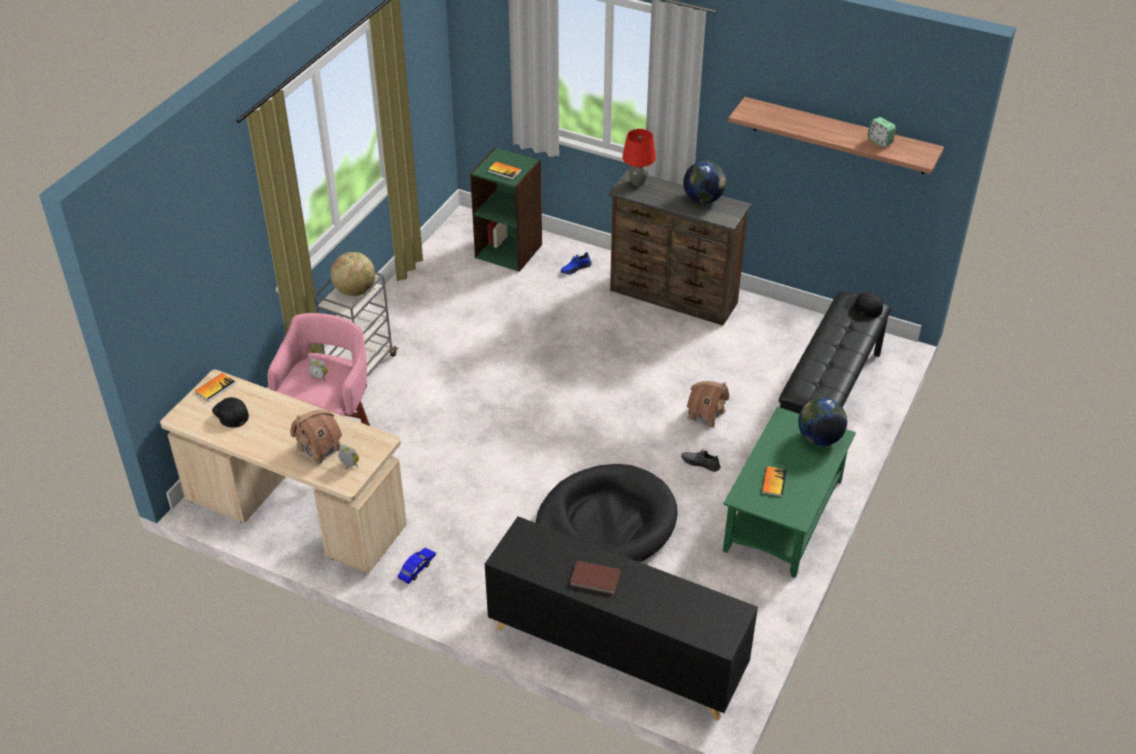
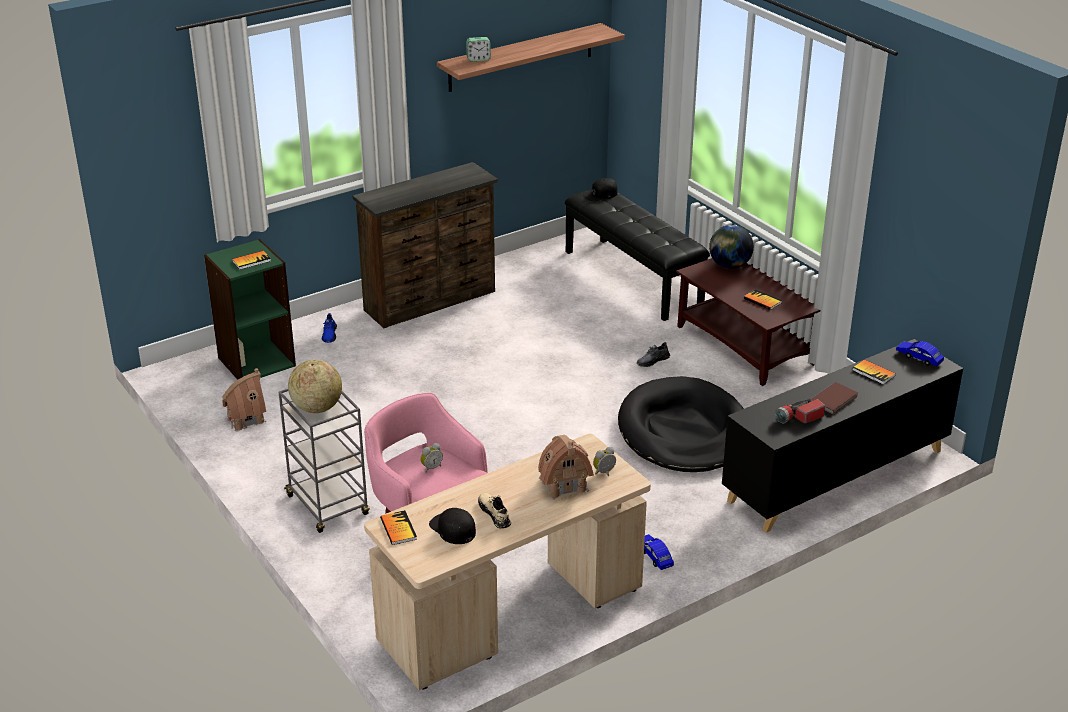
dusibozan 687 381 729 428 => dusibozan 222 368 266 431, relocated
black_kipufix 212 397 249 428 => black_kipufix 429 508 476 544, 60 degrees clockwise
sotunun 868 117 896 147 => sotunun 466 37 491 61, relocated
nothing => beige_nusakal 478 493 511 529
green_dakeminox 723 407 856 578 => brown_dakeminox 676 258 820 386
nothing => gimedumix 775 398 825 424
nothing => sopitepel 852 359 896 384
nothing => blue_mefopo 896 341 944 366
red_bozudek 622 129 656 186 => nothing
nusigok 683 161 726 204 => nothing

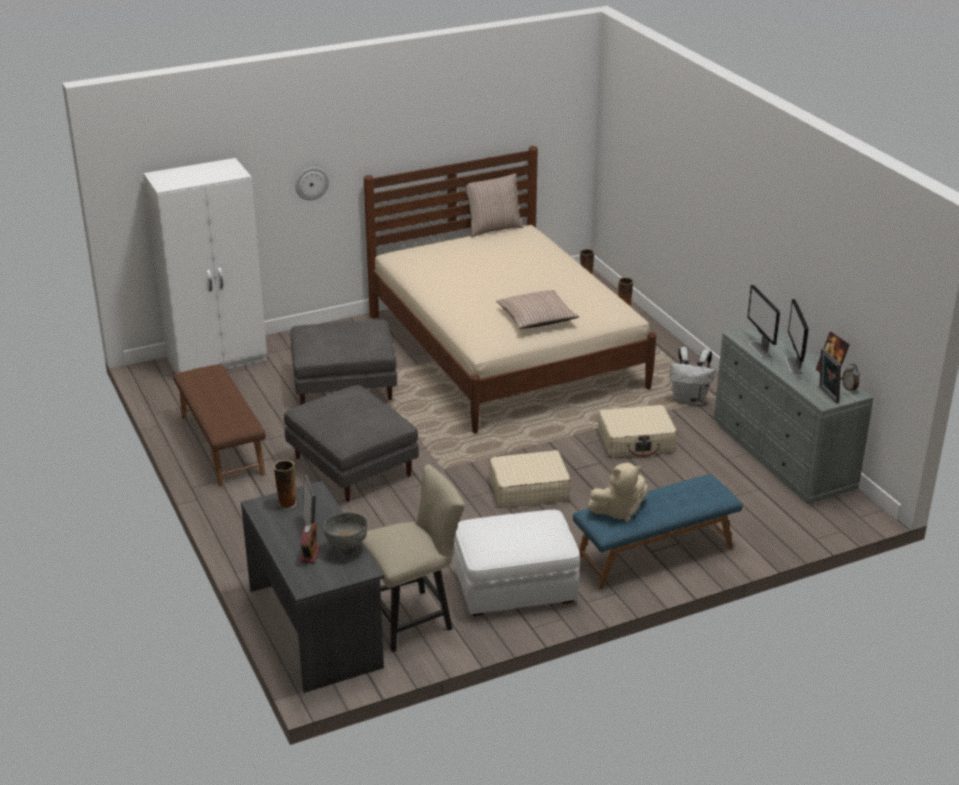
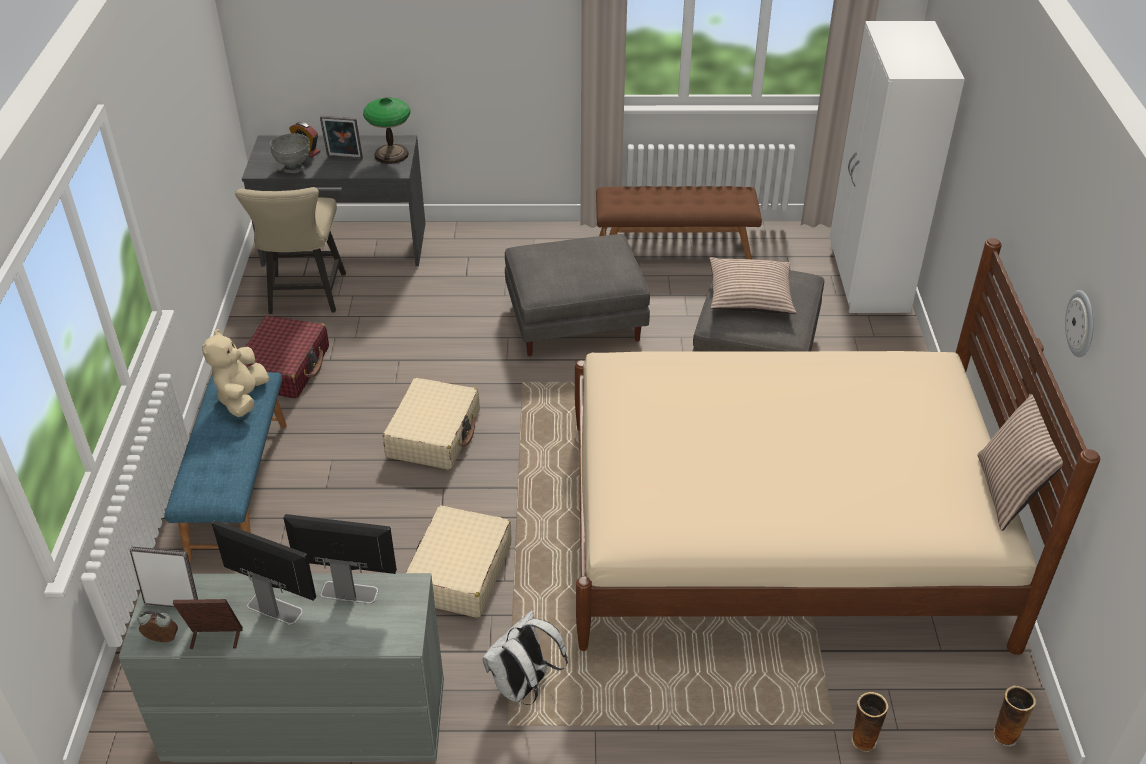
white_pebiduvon 454 510 580 616 => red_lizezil 244 316 329 399
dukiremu 273 460 296 509 => bozudek 363 98 410 164
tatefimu 496 290 579 329 => tatefimu 709 257 796 314, relocated
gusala 295 167 329 200 => gusala 1065 290 1094 357, relocated

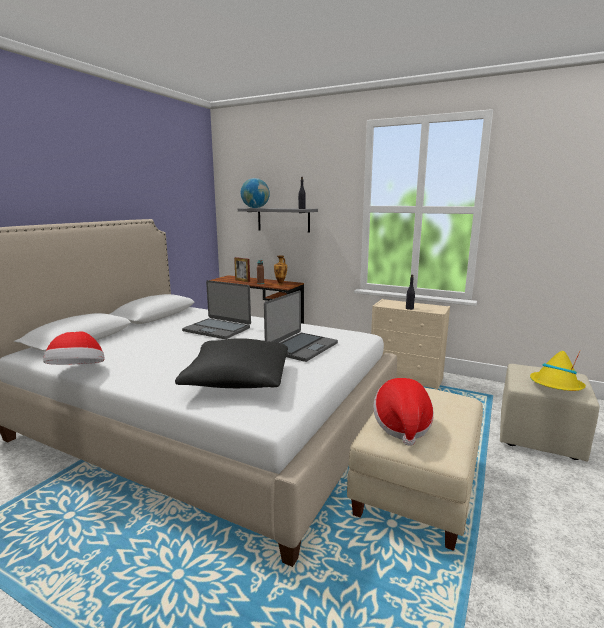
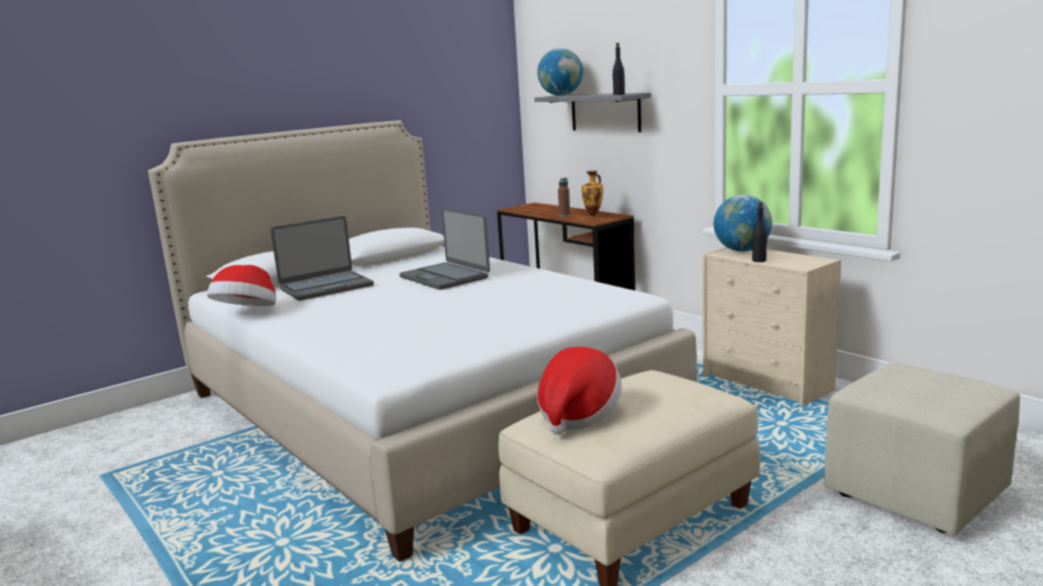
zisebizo 264 290 338 362 => zisebizo 271 216 374 301, relocated
nothing => nusigok 714 195 772 252
black_tatefimu 175 338 288 388 => nothing
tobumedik 234 257 250 282 => nothing
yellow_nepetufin 530 351 586 391 => nothing

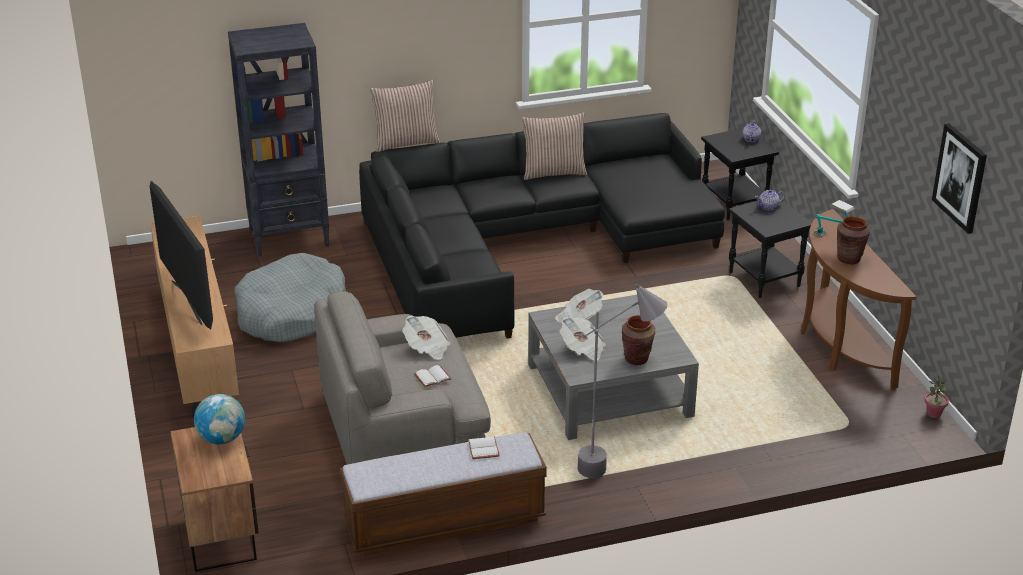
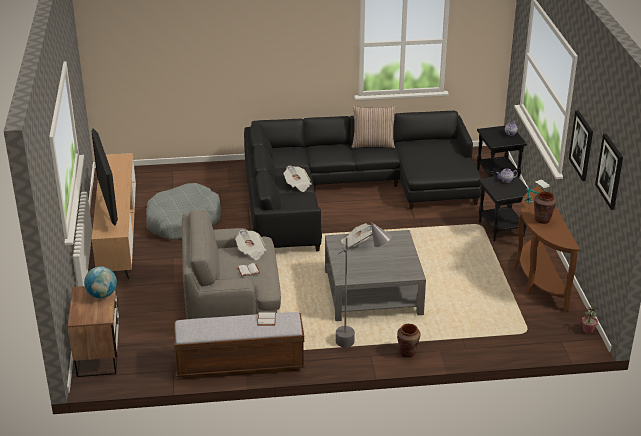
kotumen 560 317 606 361 => kotumen 284 166 312 192, relocated
brown_dukiremu 622 315 655 365 => brown_dukiremu 397 324 420 358, relocated
nothing => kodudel 569 110 593 181
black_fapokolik 228 23 330 257 => nothing
tatefimu 370 80 440 152 => nothing

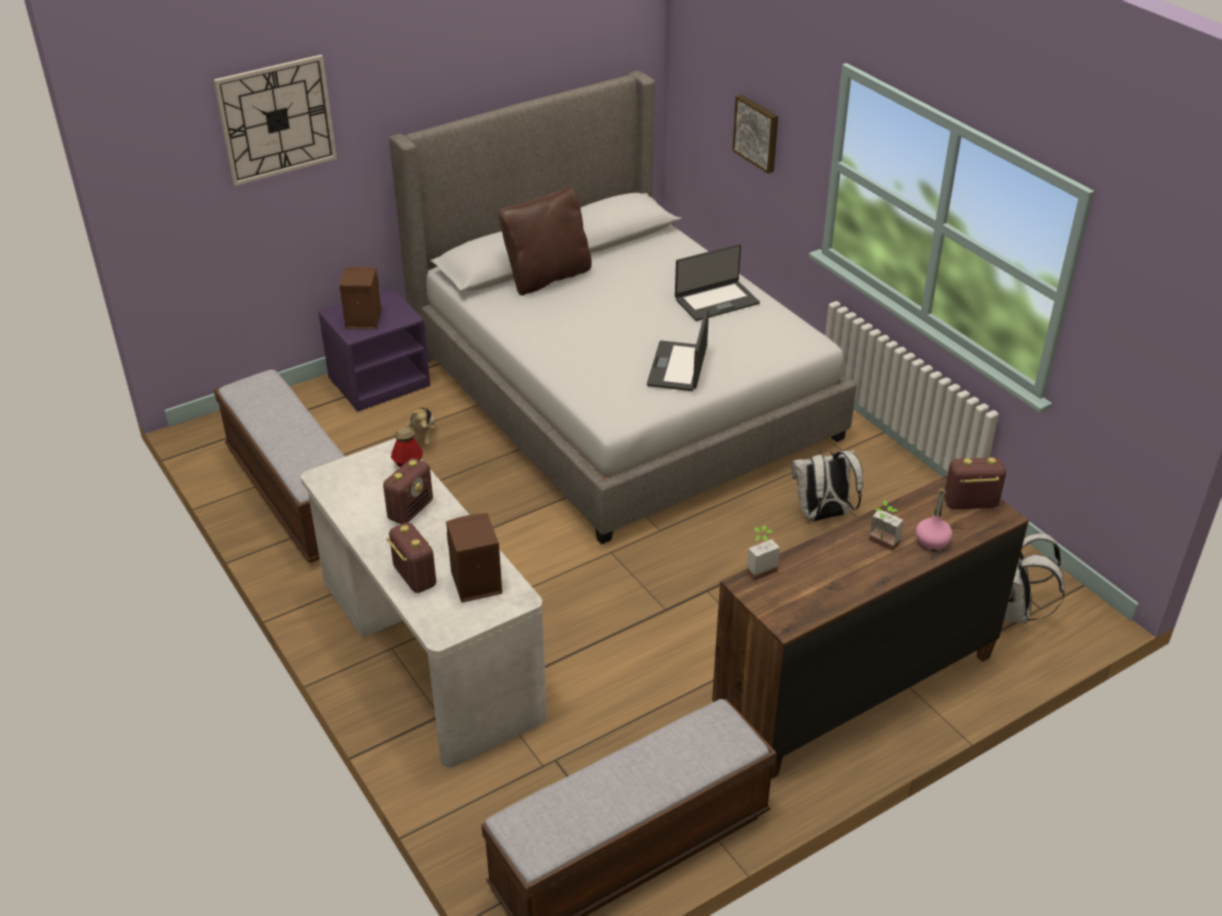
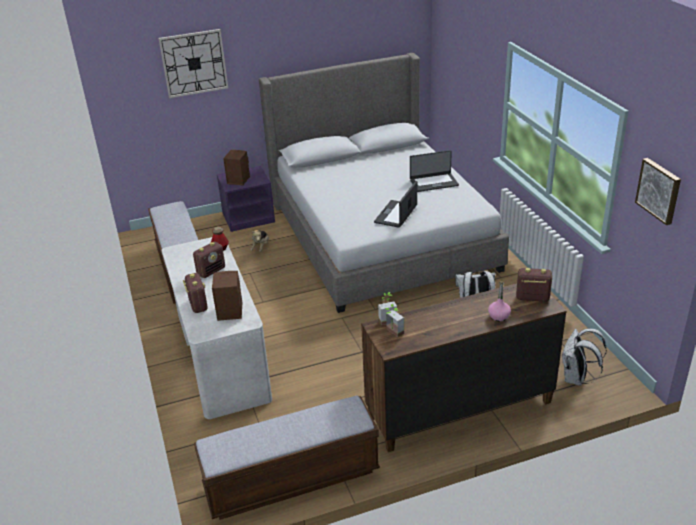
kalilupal 869 500 903 551 => kalilupal 385 304 404 337, relocated
kodudel 732 95 778 173 => kodudel 635 158 681 225, relocated
brown_tatefimu 498 187 592 296 => nothing

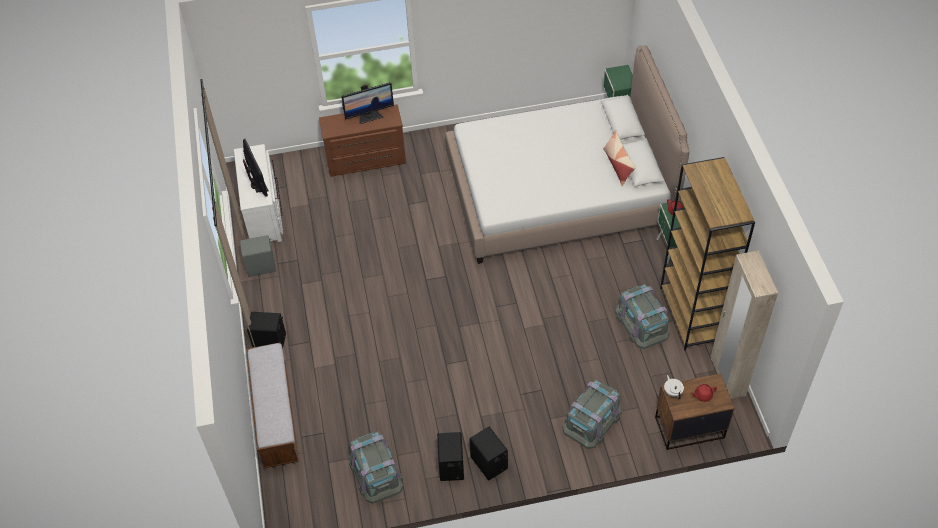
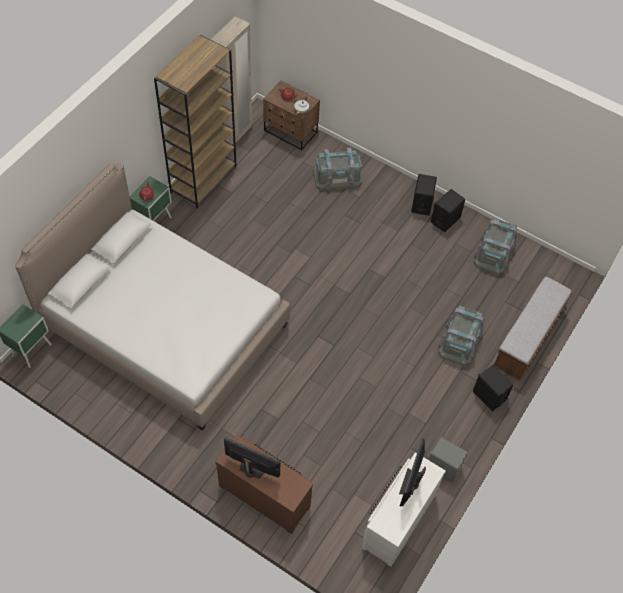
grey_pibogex 615 284 670 349 => grey_pibogex 438 305 484 366, relocated
tatefimu 603 130 636 186 => nothing

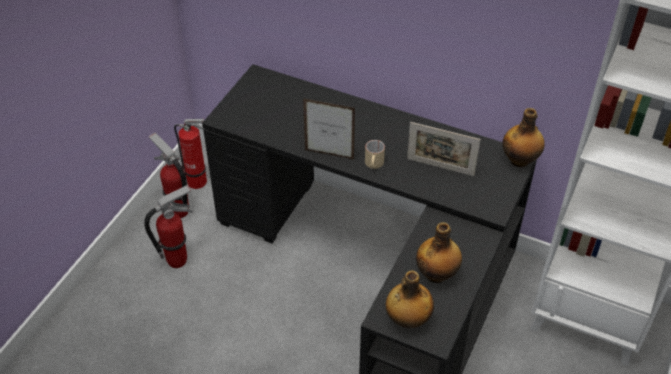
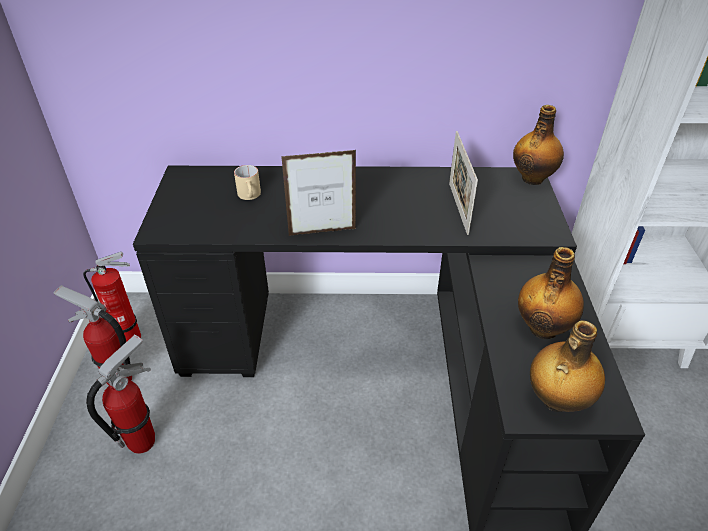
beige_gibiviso 365 140 385 169 => beige_gibiviso 234 165 261 200, relocated
tobumedik 407 122 481 176 => tobumedik 449 131 478 235, 90 degrees clockwise

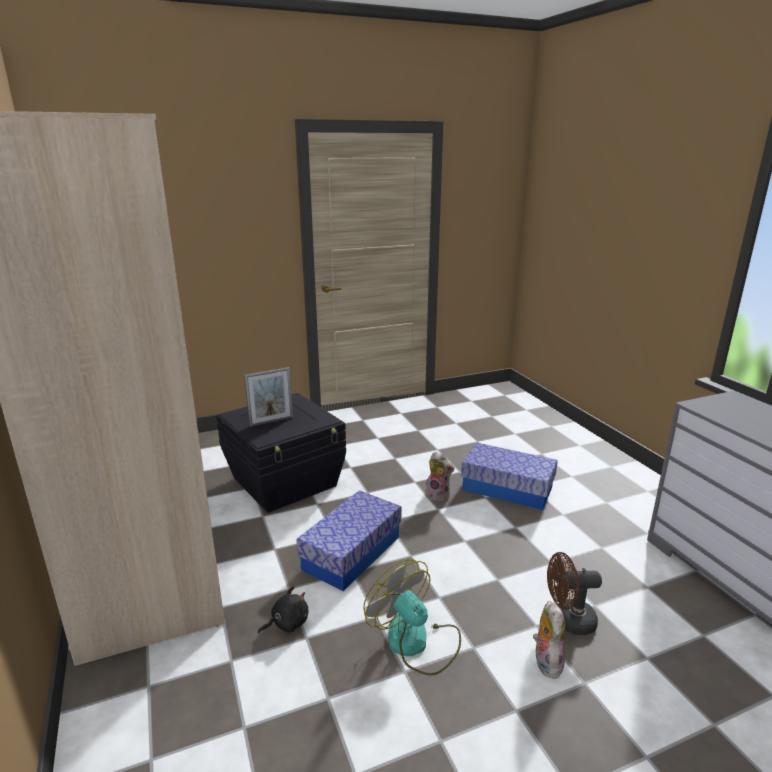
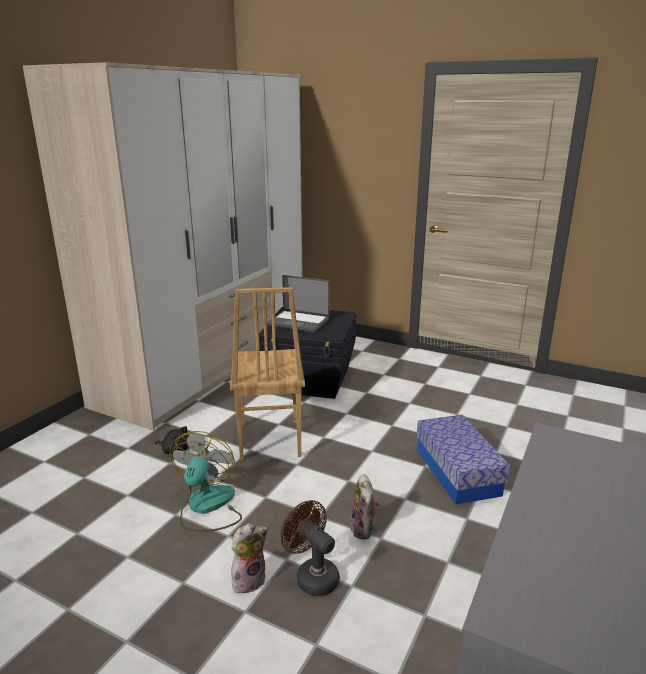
pibogex 296 490 401 591 => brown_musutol 230 287 305 461
tobumedik 244 367 293 427 => zisebizo 267 275 330 333
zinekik 425 452 455 502 => zinekik 350 474 380 540, relocated

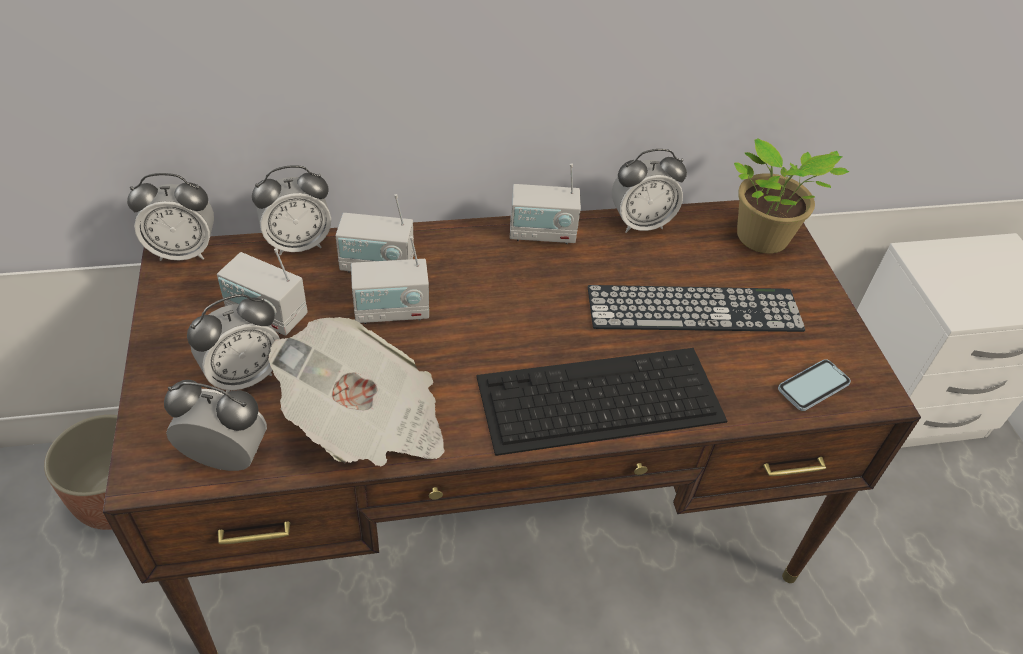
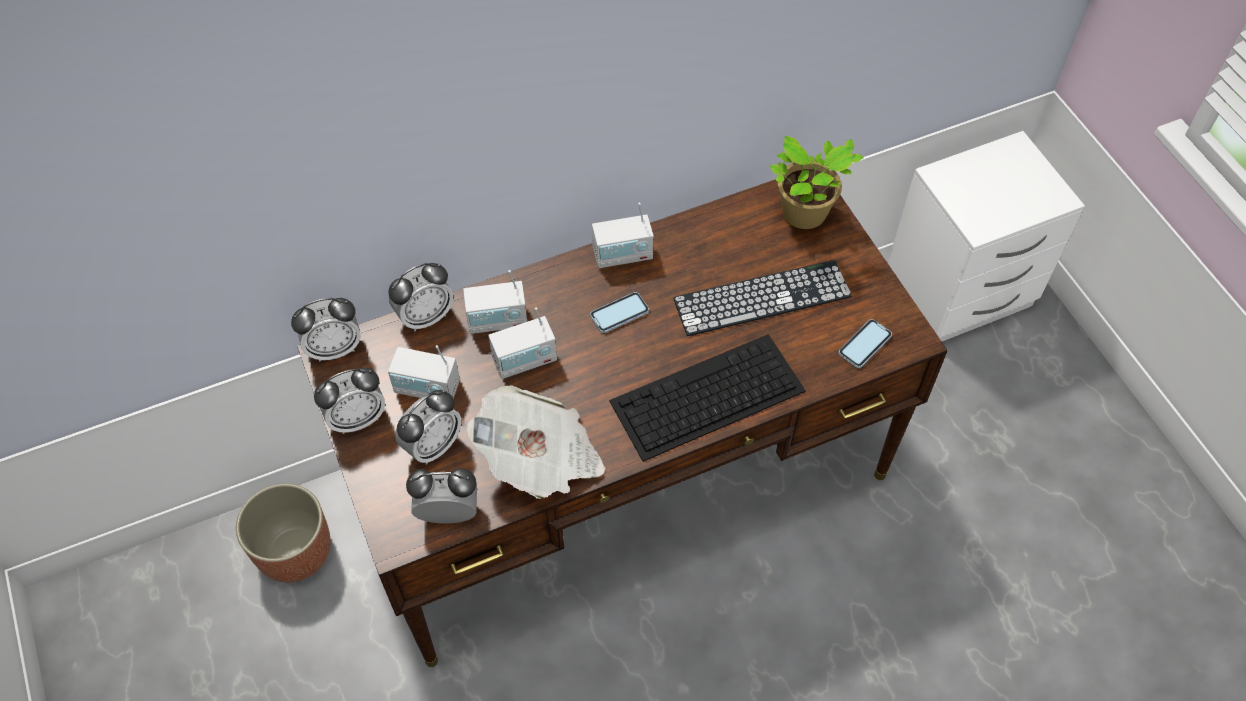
sotunun 612 149 687 233 => sotunun 314 367 385 434, relocated
nothing => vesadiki 590 292 649 333

